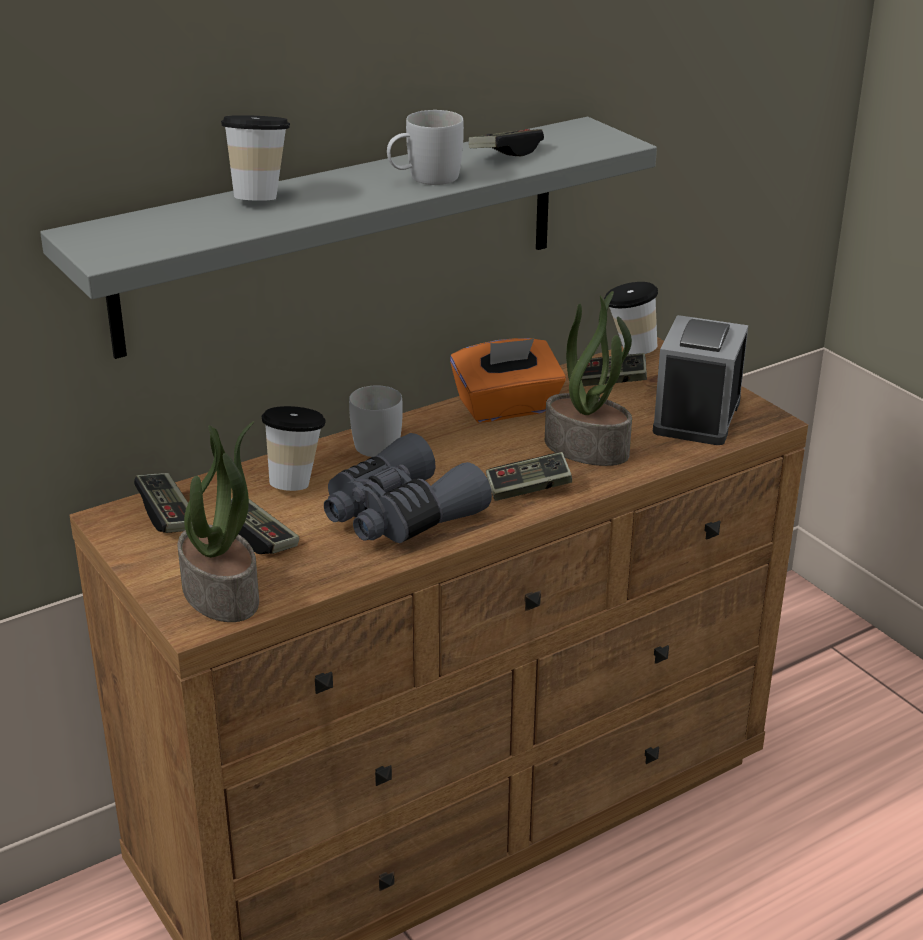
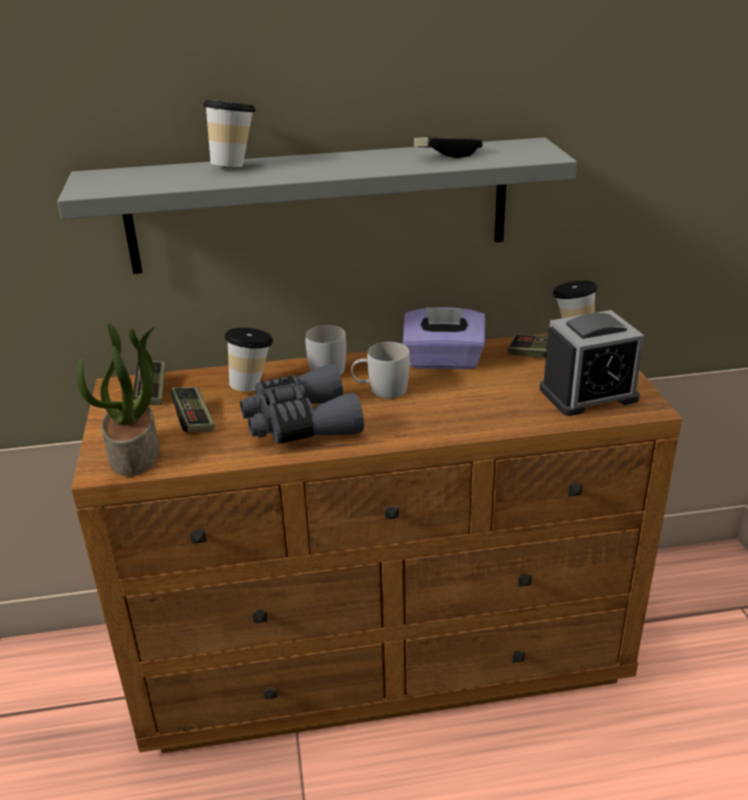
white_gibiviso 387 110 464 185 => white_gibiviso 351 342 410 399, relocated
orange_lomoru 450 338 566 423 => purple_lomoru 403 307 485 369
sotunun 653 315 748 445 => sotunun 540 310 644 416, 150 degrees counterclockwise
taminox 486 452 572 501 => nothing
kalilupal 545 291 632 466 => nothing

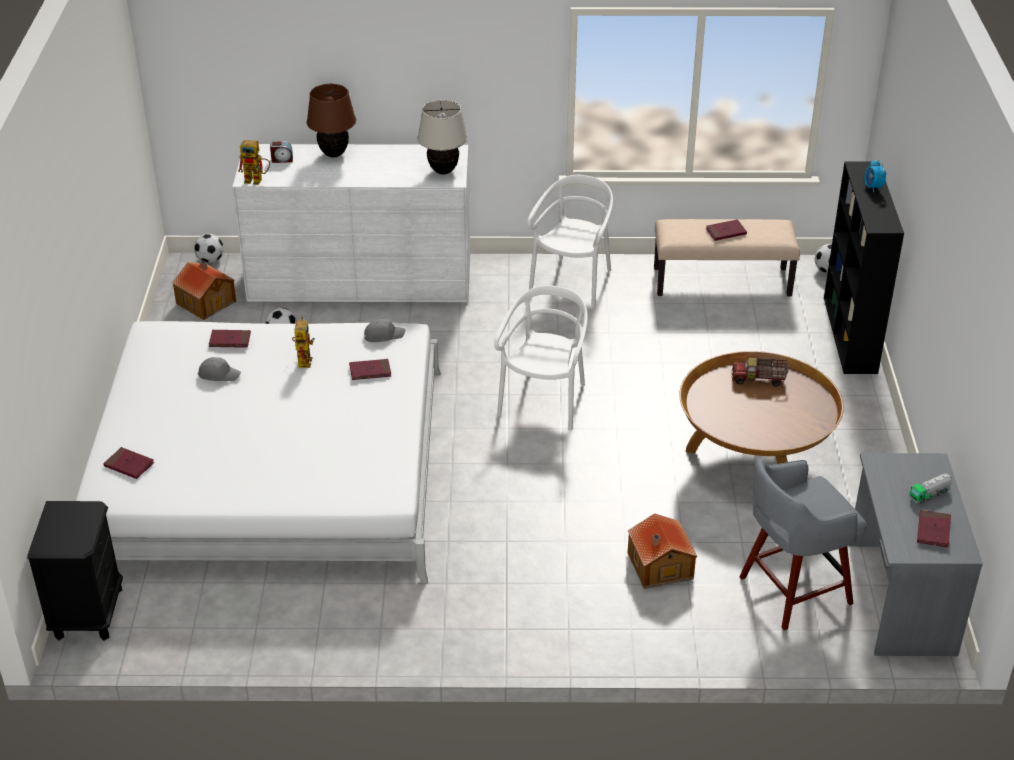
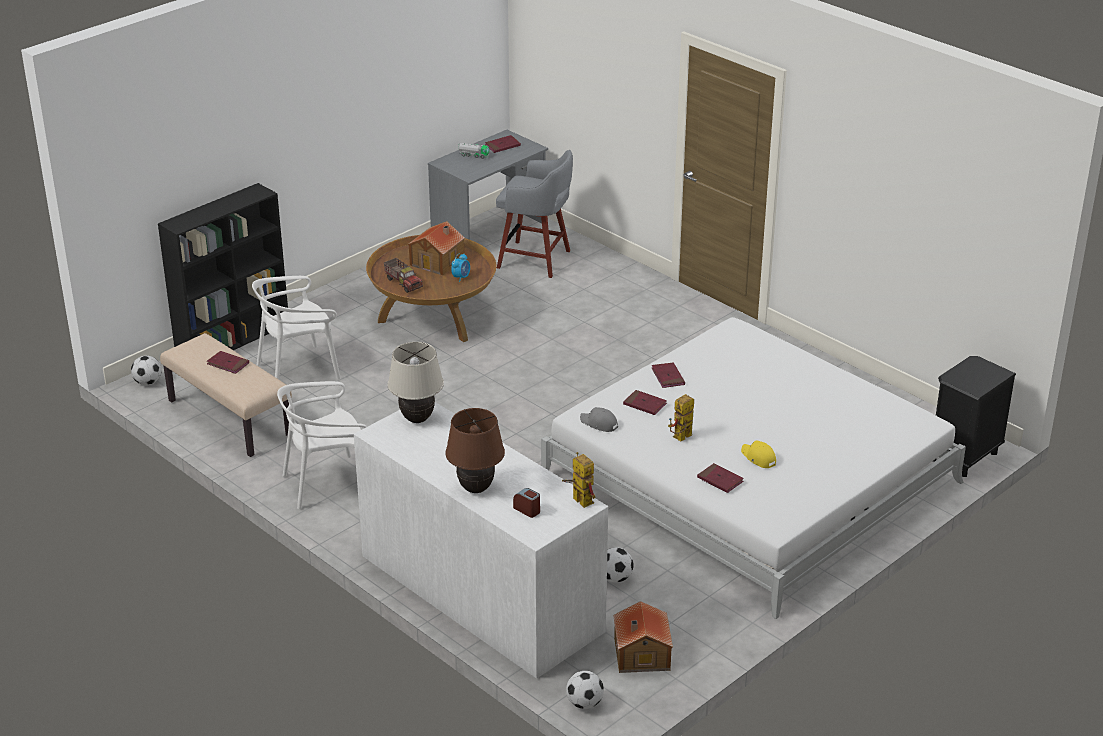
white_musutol 494 285 588 431 => white_musutol 252 276 341 380, relocated
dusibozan 628 513 697 589 => dusibozan 408 221 465 275, relocated
sotunun 864 160 886 193 => sotunun 451 254 470 282, relocated
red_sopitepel 103 447 154 479 => red_sopitepel 652 362 685 388, relocated
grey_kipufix 198 357 241 381 => yellow_kipufix 741 440 776 468

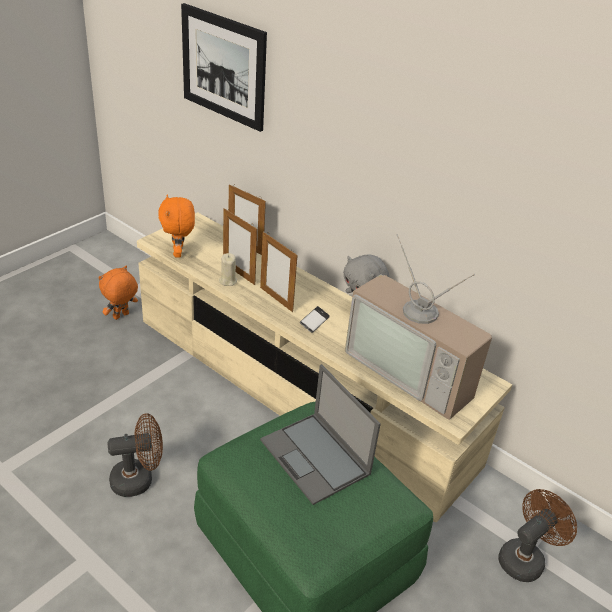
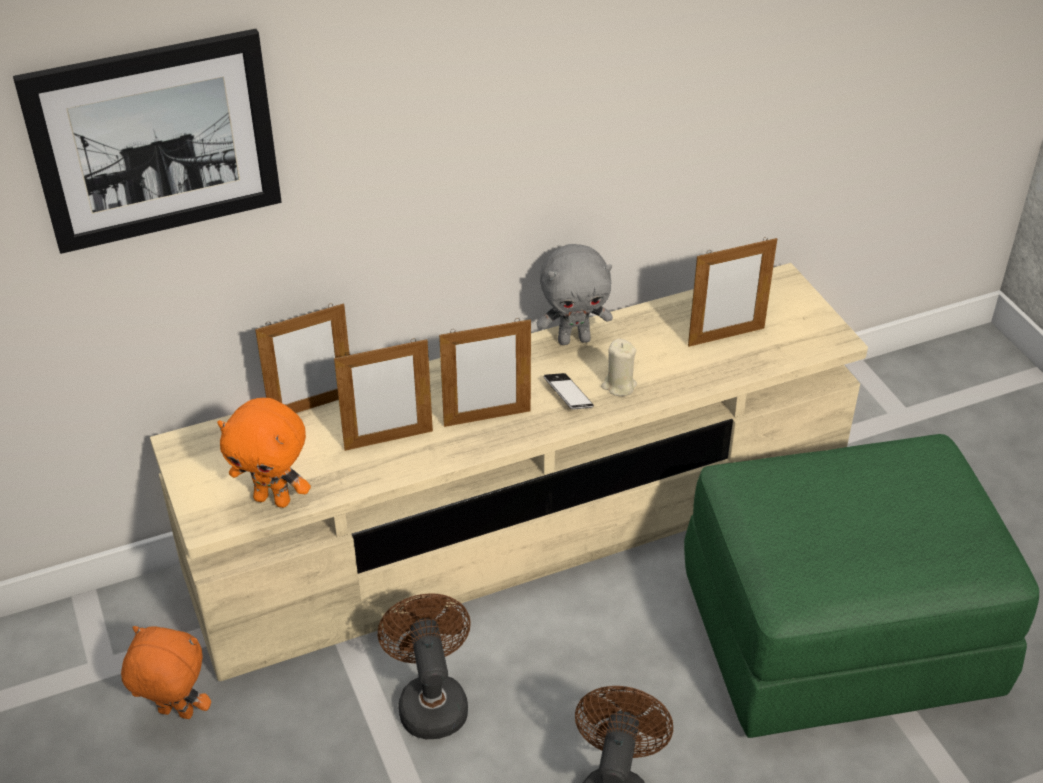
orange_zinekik 99 266 138 320 => orange_zinekik 121 626 211 719, 120 degrees clockwise
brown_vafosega 498 489 577 582 => brown_vafosega 378 593 471 739, relocated
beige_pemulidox 219 253 237 286 => beige_pemulidox 601 339 637 396, relocated
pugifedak 345 234 492 420 => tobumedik 688 237 777 347
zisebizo 260 364 381 505 => nothing

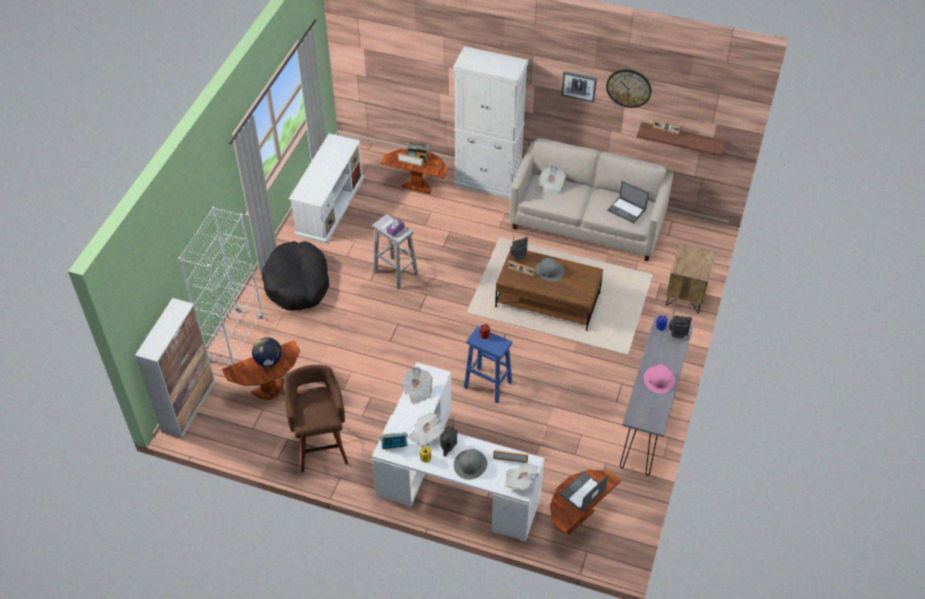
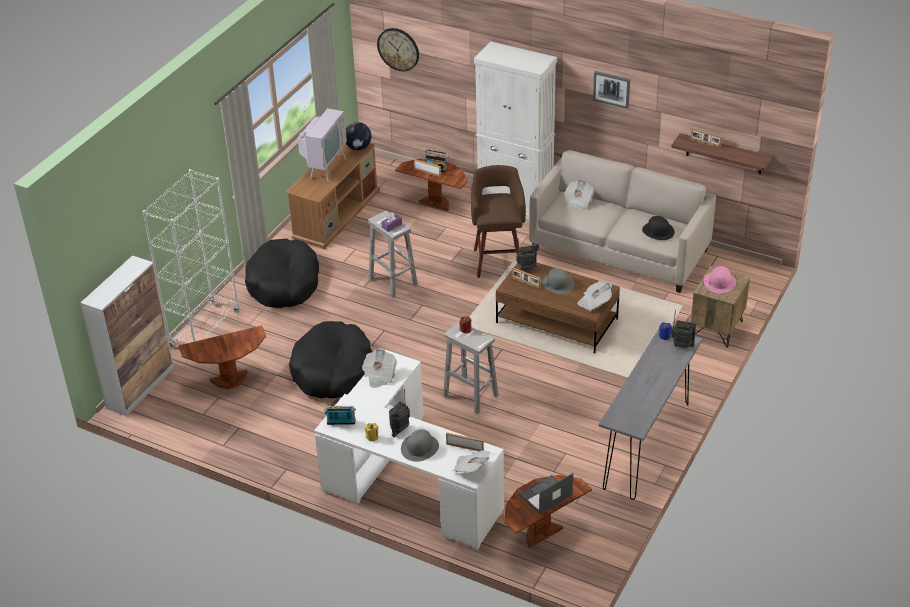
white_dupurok 289 133 365 244 => brown_dupurok 286 143 380 249
nothing => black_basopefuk 289 321 372 399
nothing => pugifedak 296 106 347 183
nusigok 252 337 282 367 => nusigok 346 122 372 150, relocated
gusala 606 69 652 108 => gusala 377 28 419 72, relocated
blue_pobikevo 464 326 512 403 => white_pobikevo 443 321 499 415
brown_pobikevo 285 365 348 473 => brown_pobikevo 470 165 526 278, relocated
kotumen 409 412 443 447 => kotumen 577 281 612 312, relocated
zisebizo 607 181 649 223 => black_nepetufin 642 216 675 240
pink_nepetufin 644 364 675 394 => pink_nepetufin 704 266 736 293, relocated

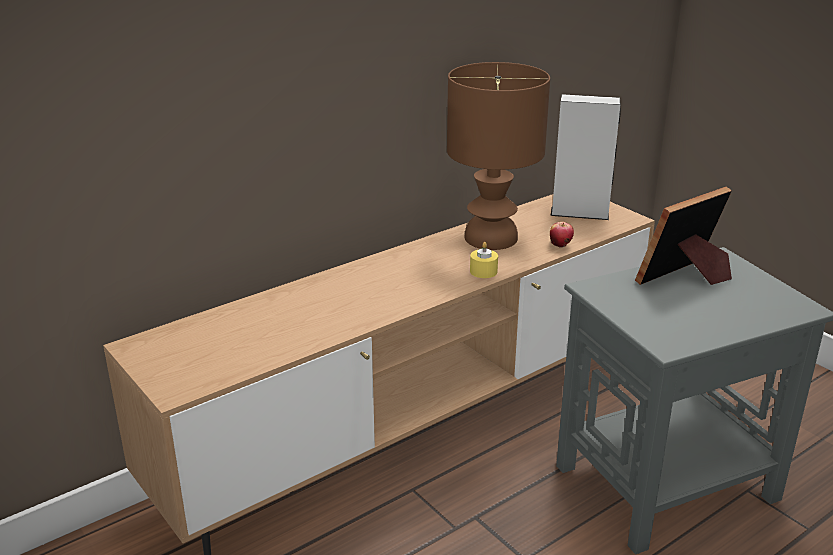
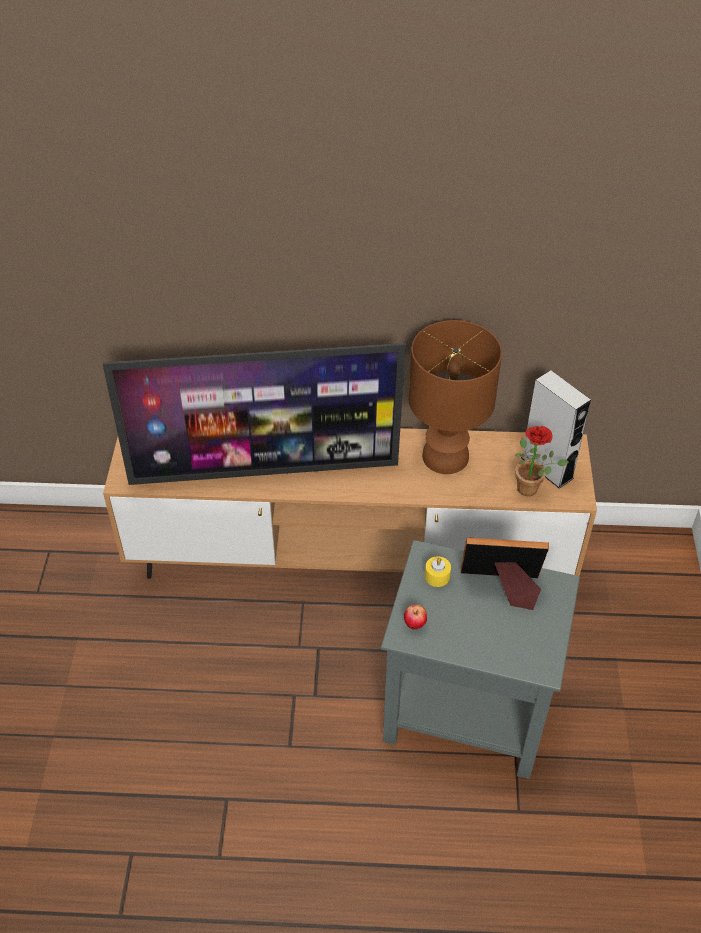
nothing => pugifedak 103 343 406 485
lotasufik 550 222 574 248 => lotasufik 404 605 427 630, relocated
yellow_pemulidox 470 242 498 278 => yellow_pemulidox 425 556 451 587, relocated
nothing => kalilupal 515 426 569 496

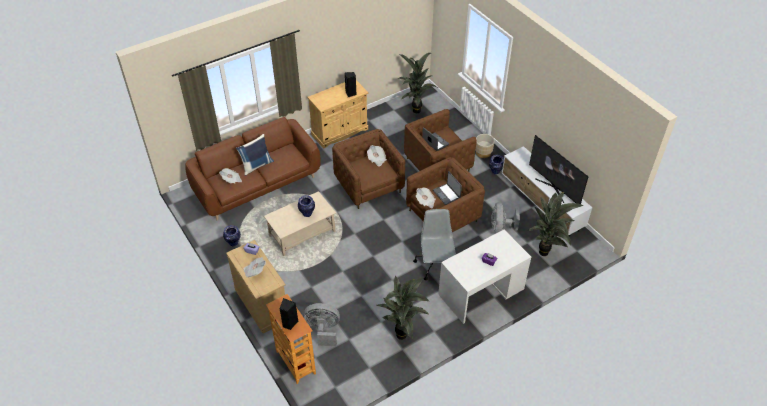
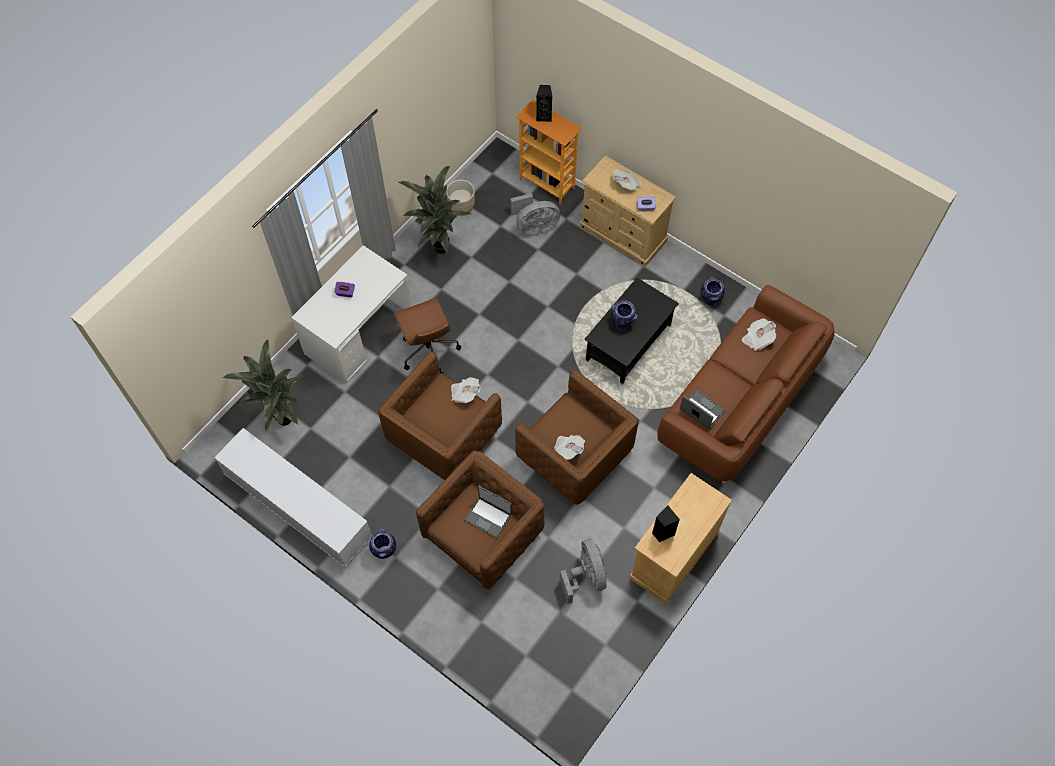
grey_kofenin 413 209 456 280 => brown_kofenin 394 298 461 374
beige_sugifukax 476 134 495 158 => beige_sugifukax 446 180 475 216, relocated
grey_vafosega 491 202 520 234 => grey_vafosega 560 539 607 604, relocated
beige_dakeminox 264 191 336 256 => black_dakeminox 584 278 679 384
zisebizo 433 171 462 205 => zisebizo 680 390 725 429, relocated
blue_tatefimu 236 134 274 176 => nothing
kalilupal 398 53 438 113 => nothing
pugifedak 529 135 588 204 => nothing

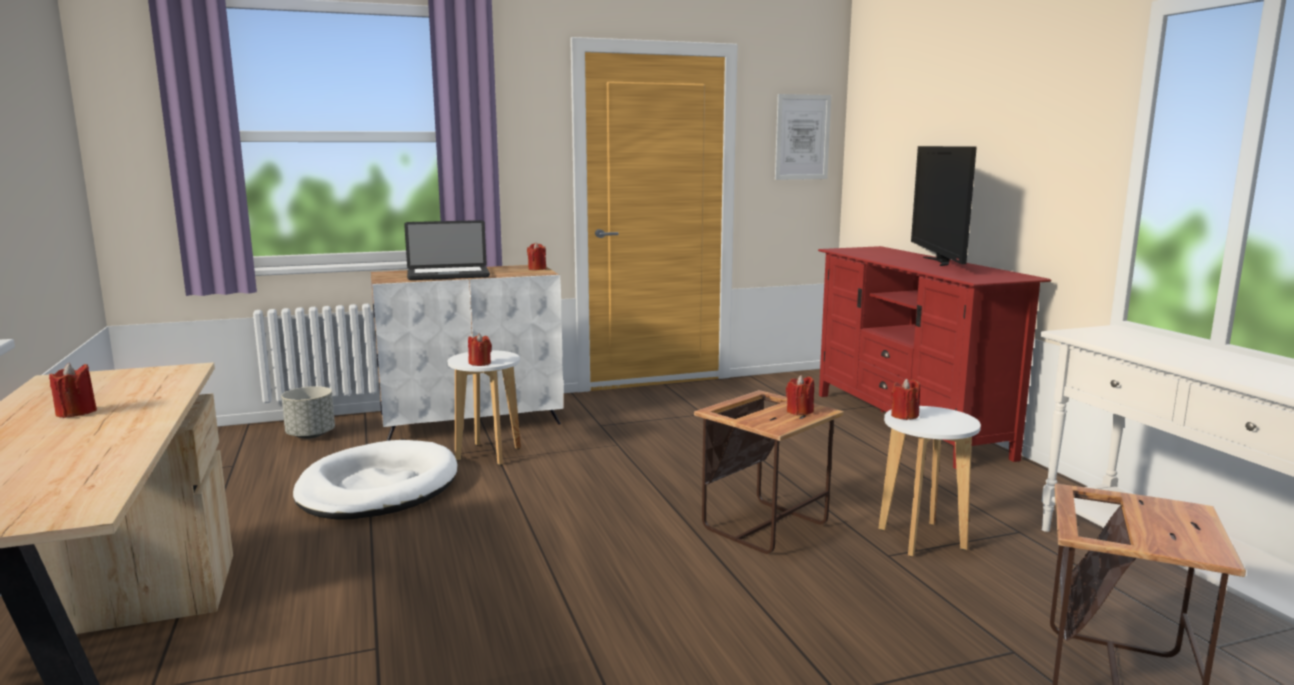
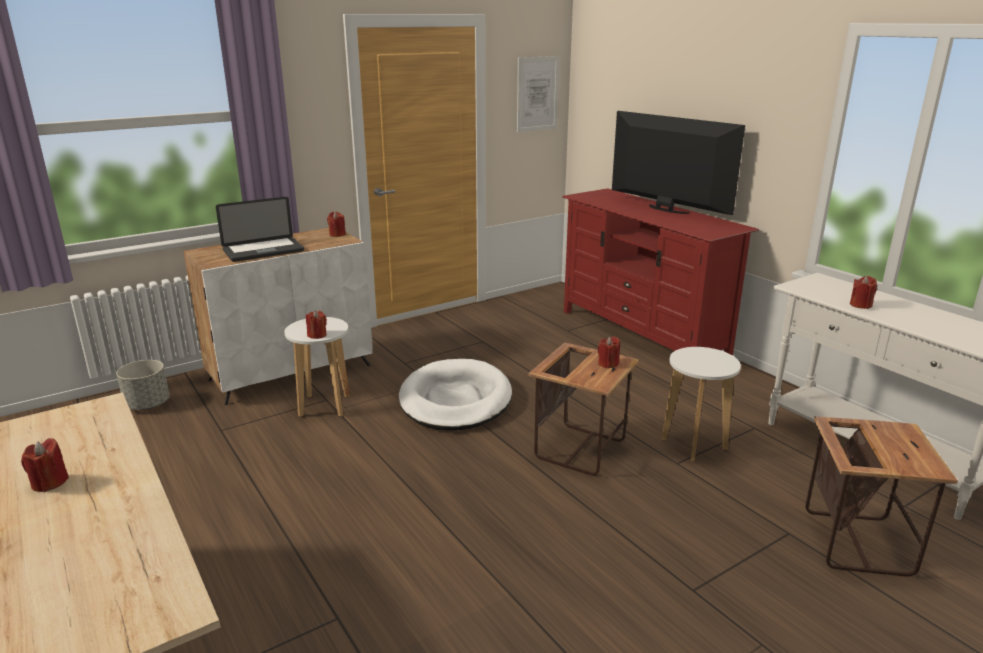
white_basopefuk 293 440 457 520 => white_basopefuk 399 359 512 431, relocated
pugifedak 911 146 977 266 => pugifedak 612 111 745 215, 150 degrees clockwise
red_pemulidox 891 378 920 420 => red_pemulidox 850 276 877 309, relocated

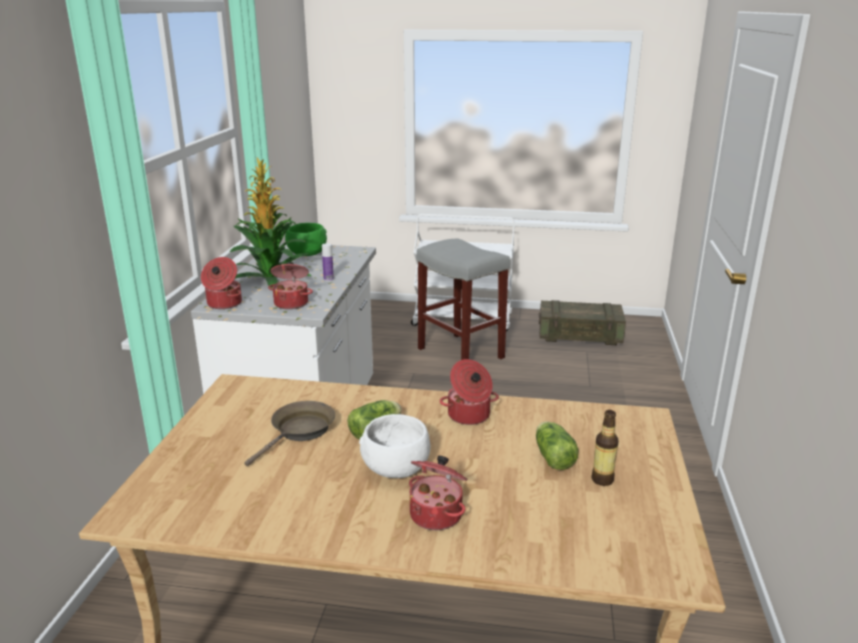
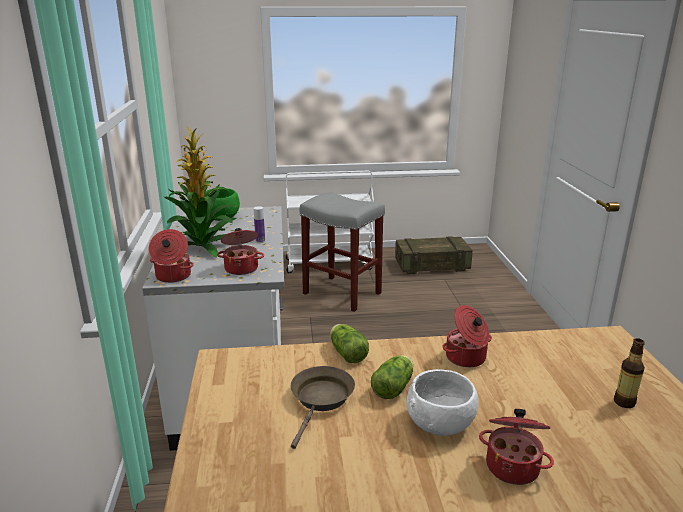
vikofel 536 422 579 470 => vikofel 330 324 369 363, relocated

